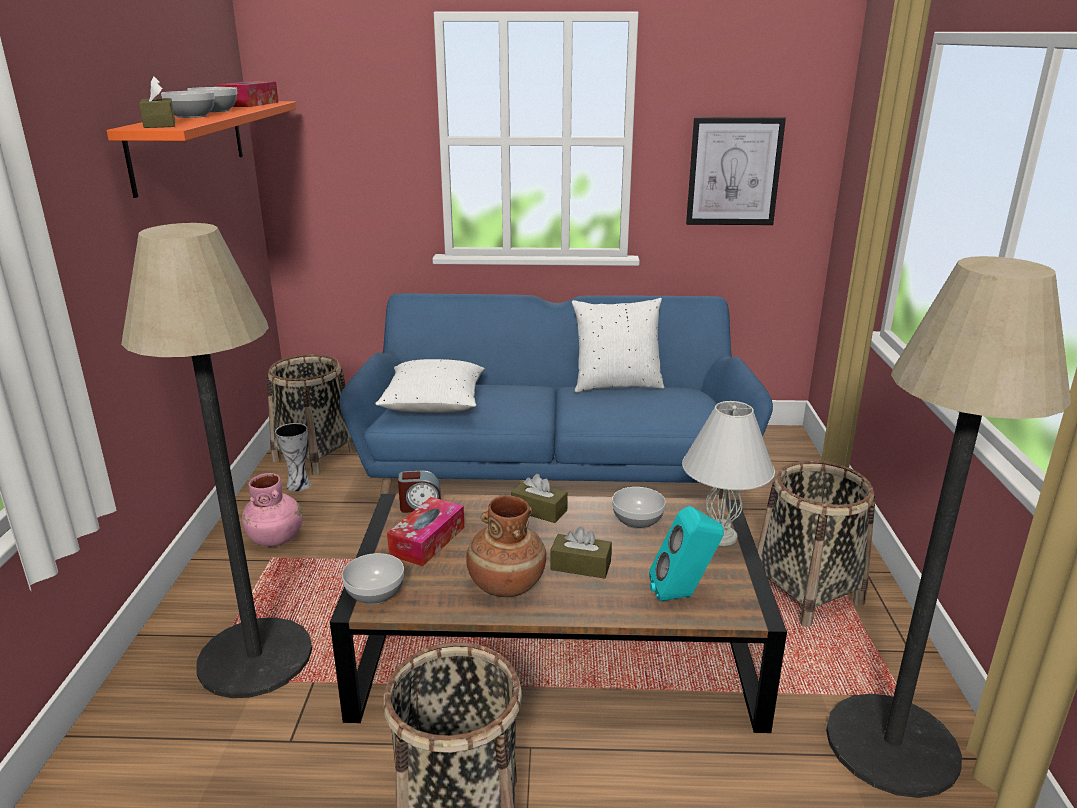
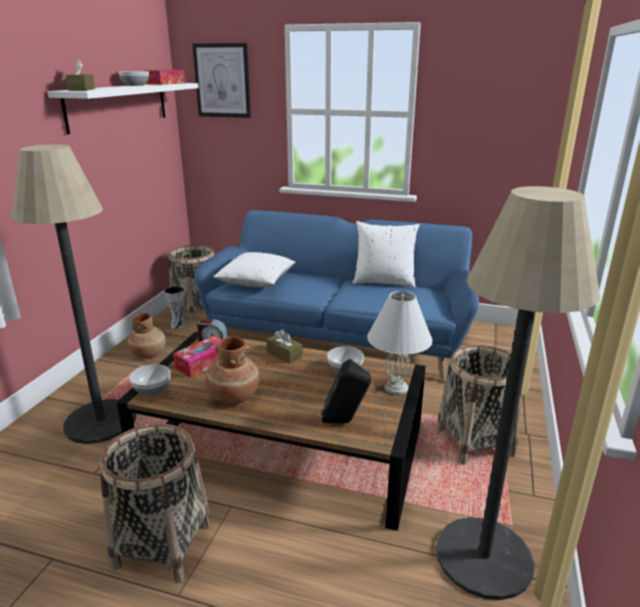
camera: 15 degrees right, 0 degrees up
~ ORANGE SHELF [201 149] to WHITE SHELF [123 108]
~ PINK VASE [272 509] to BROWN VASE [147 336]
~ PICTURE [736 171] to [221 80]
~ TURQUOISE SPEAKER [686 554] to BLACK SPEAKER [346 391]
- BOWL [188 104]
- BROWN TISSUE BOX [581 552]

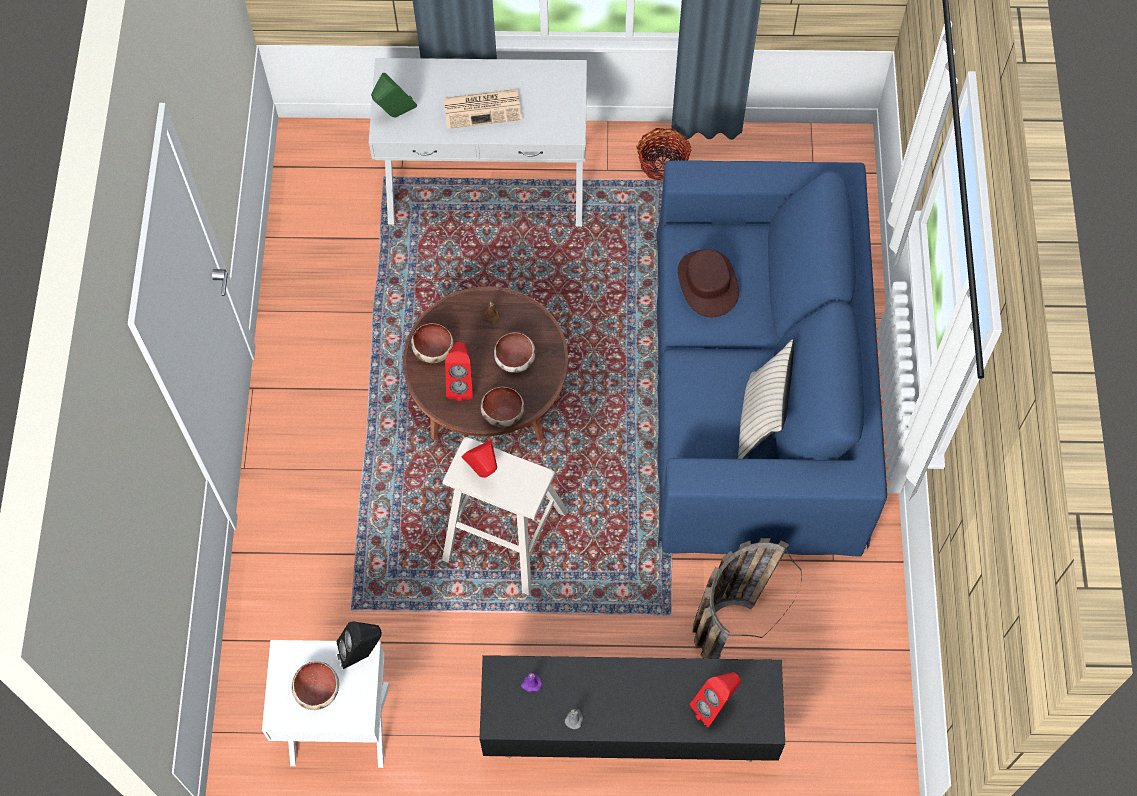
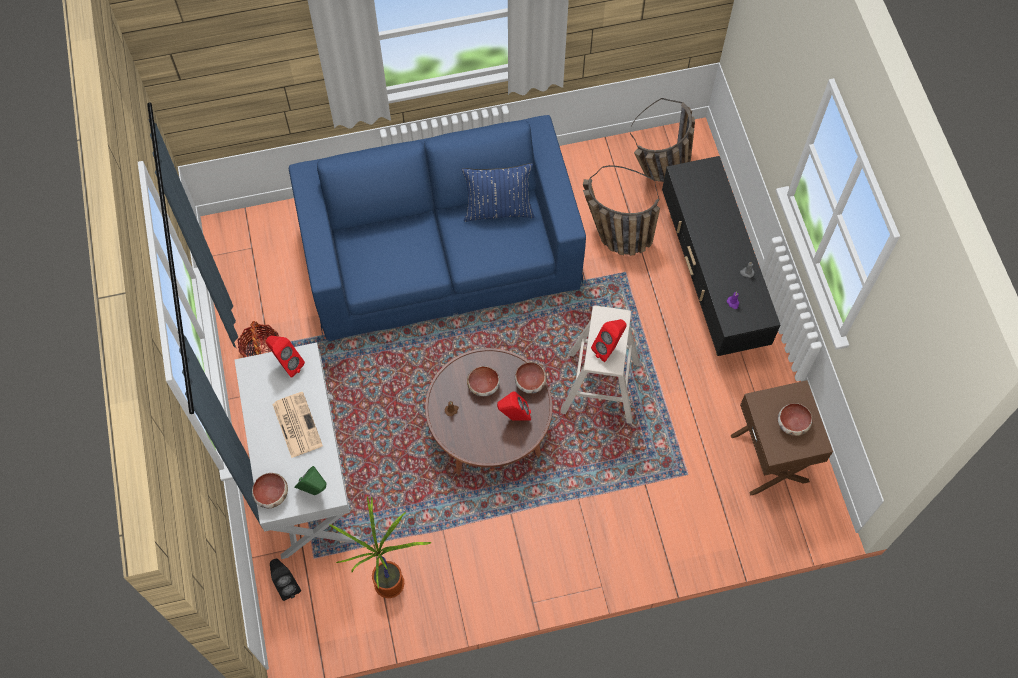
camera: 105 degrees left, 0 degrees up
~ BOWL [432 343] to [270 490]
~ RED SPEAKER [715 699] to [285 356]
~ BLACK SPEAKER [359 645] to [285 579]
+ POTTED PLANT [380 547]
~ BEIGE PILLOW [766 399] to BLUE PILLOW [497 192]
+ BASKET [662 140]
~ WHITE NIGHTSTAND [325 704] to BROWN NIGHTSTAND [782 438]
- BROWN HAT [708 283]

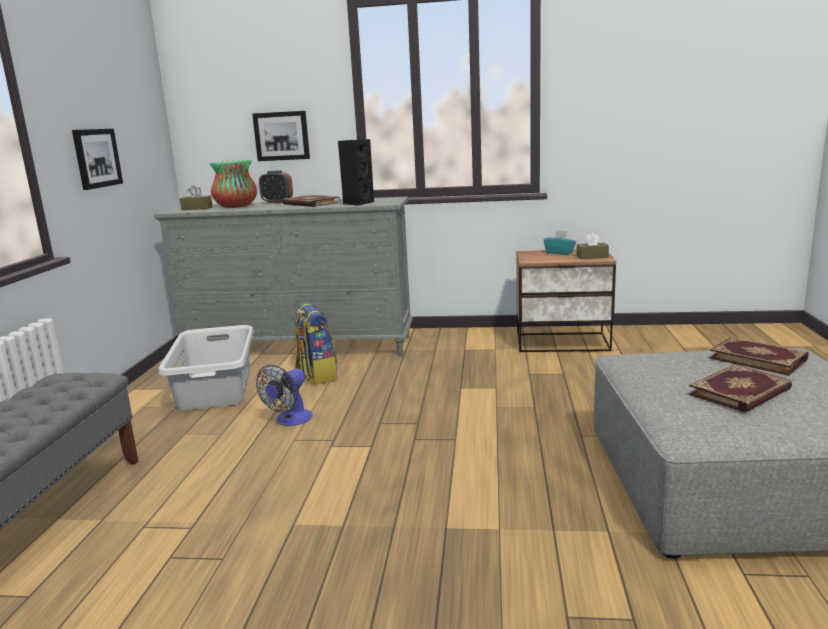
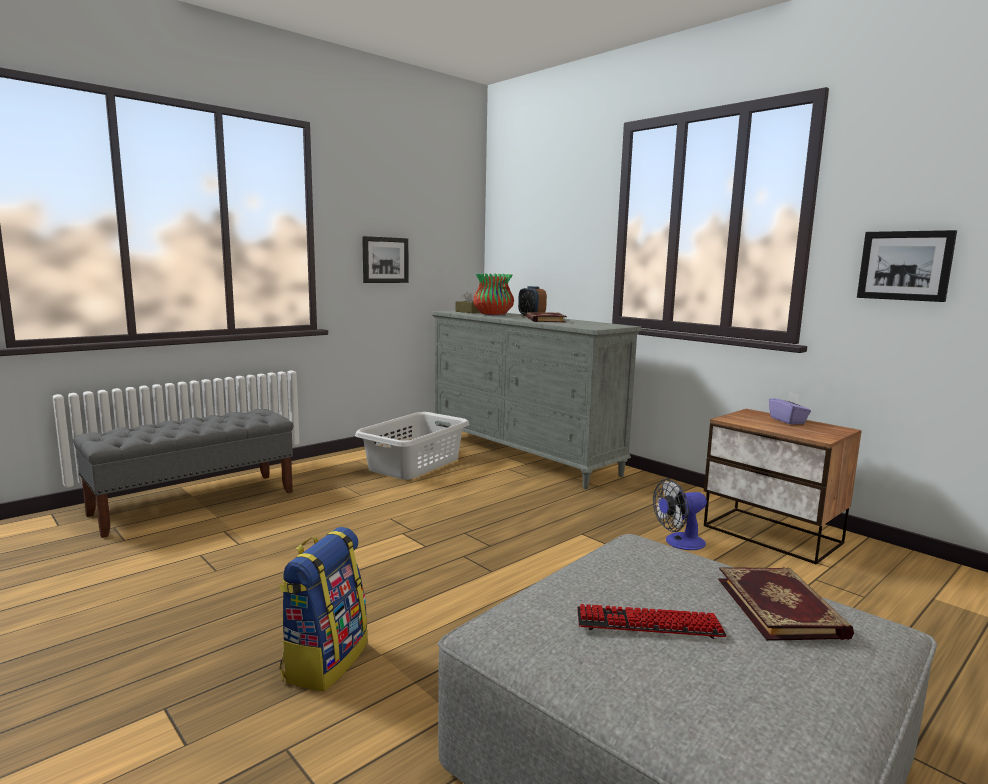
camera: 40 degrees right, 5 degrees down
~ BACKPACK [316 343] to [323 609]
~ BOOK [740 388] to KEYBOARD [652 621]
~ FAN [284 395] to [680 514]
~ TURQUOISE TISSUE BOX [560 242] to PURPLE TISSUE BOX [790 408]
~ PICTURE [281 136] to [907 266]
- BLACK SPEAKER [356 172]
- BROWN TISSUE BOX [592 246]

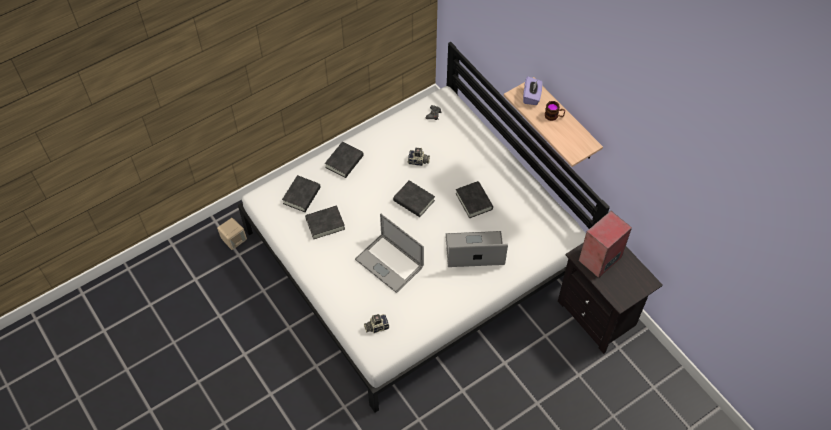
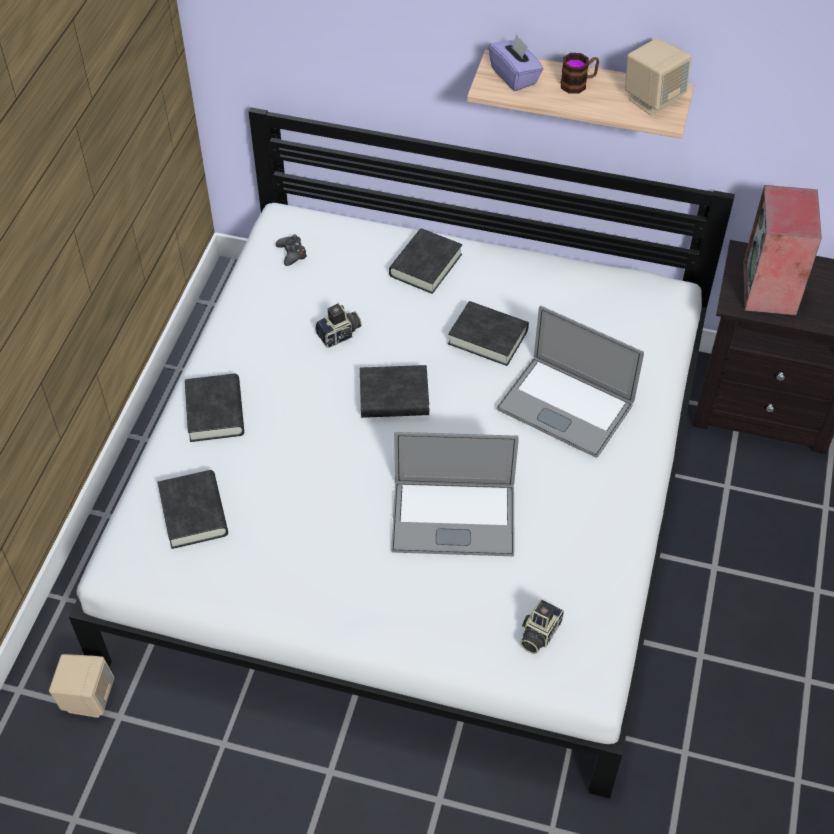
camera: 40 degrees left, 5 degrees down
~ BLACK BOOK [325 222] to [425 261]
~ LAPTOP [476 249] = [570 382] 105 degrees counterclockwise
+ BEIGE SPEAKER [658 77]

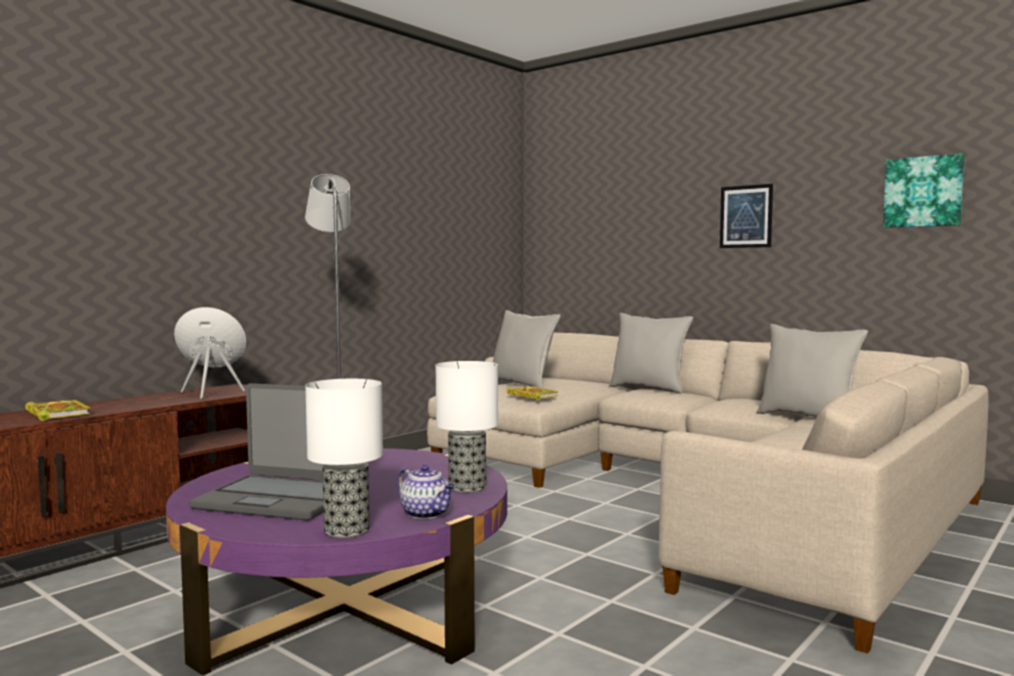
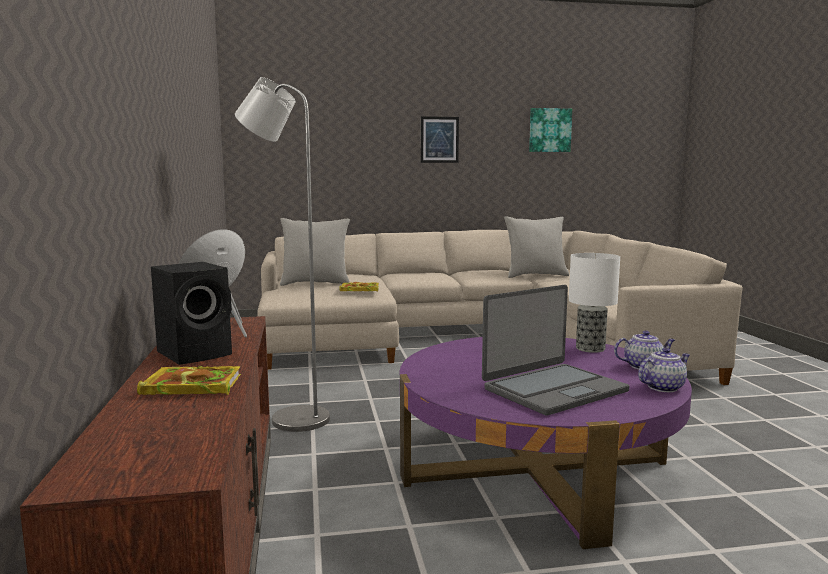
camera: 50 degrees left, 5 degrees up
+ BLACK SPEAKER [191 313]
~ TABLE LAMP [344 458] to TEAPOT [664 370]
- GREY PILLOW [651 353]

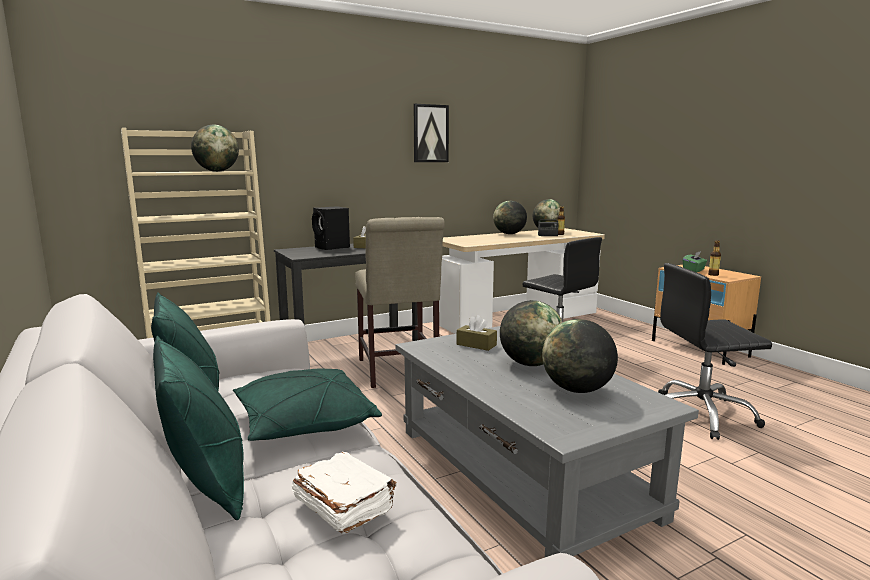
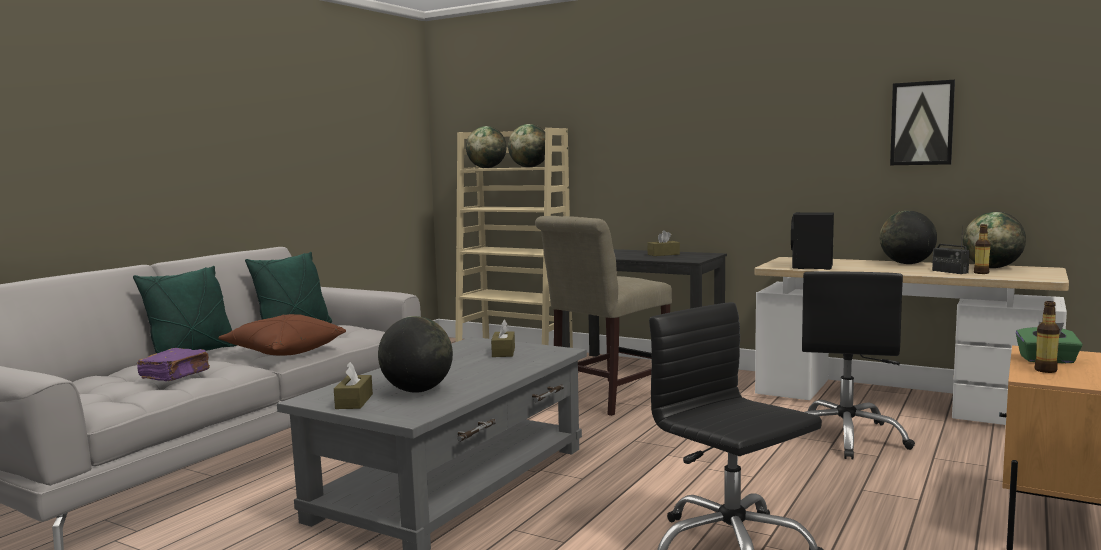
camera: 60 degrees right, 5 degrees down
~ WHITE BOOK [344 493] to PURPLE BOOK [173 364]
~ GREEN PILLOW [307 405] to BROWN PILLOW [282 335]
+ BROWN TISSUE BOX [353 385]
~ GLOBE [531 333] to [486 147]
~ BLACK SPEAKER [331 228] to [812 241]
~ PICTURE [431 133] to [922 122]

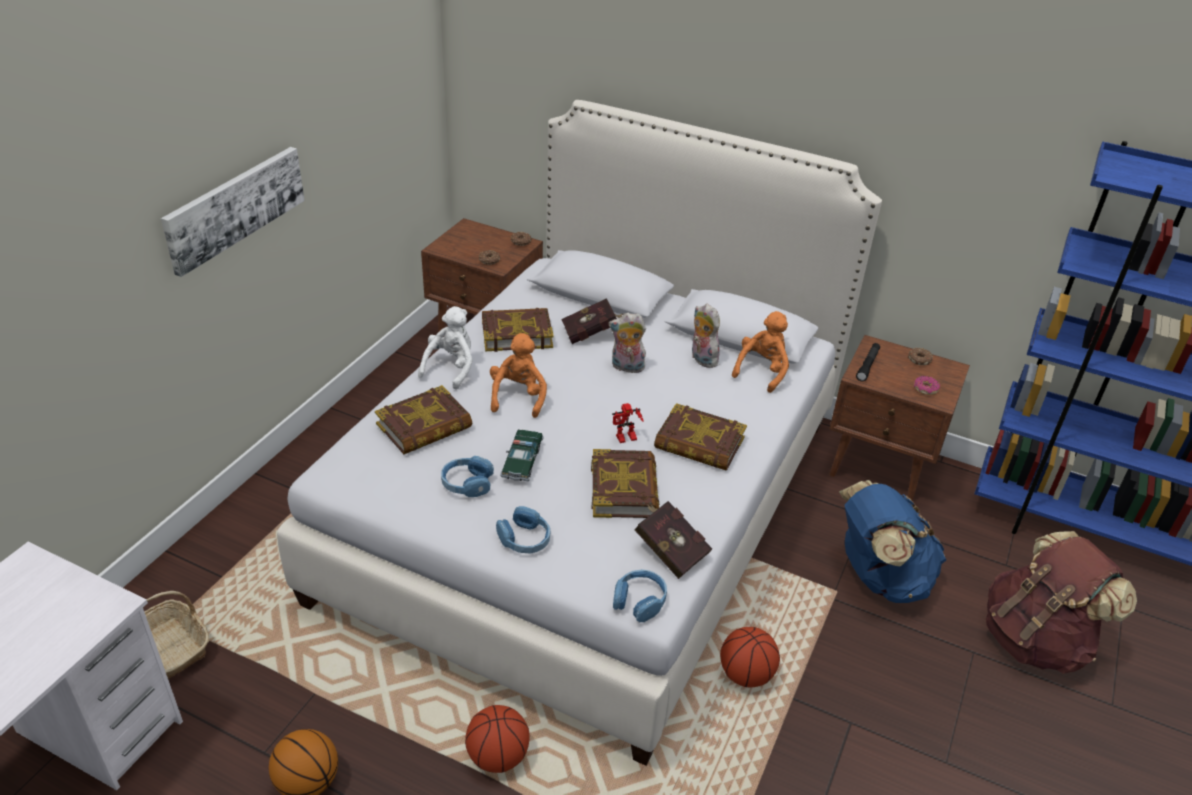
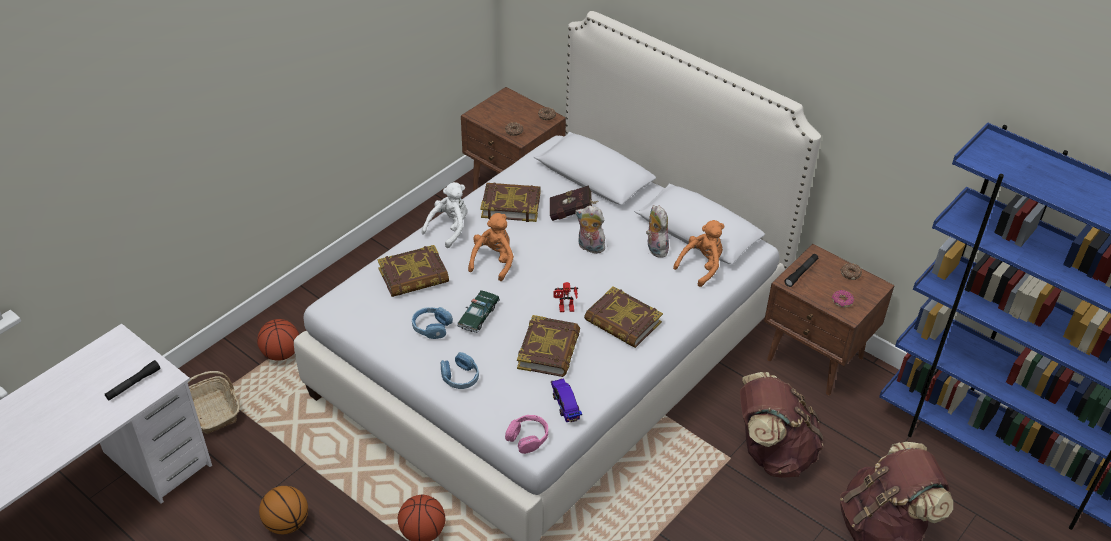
camera: 15 degrees right, 5 degrees up
+ BLACK FLASHLIGHT [133 380]
~ BASKETBALL [750 657] to [278 340]
~ BLUE HEADPHONES [640 596] to PINK HEADPHONES [526 434]
~ RED BOOK [673 540] to TOY CAR [566 400]
~ BLUE BACKPACK [892 541] to BROWN BACKPACK [782 425]
- PICTURE [233 212]

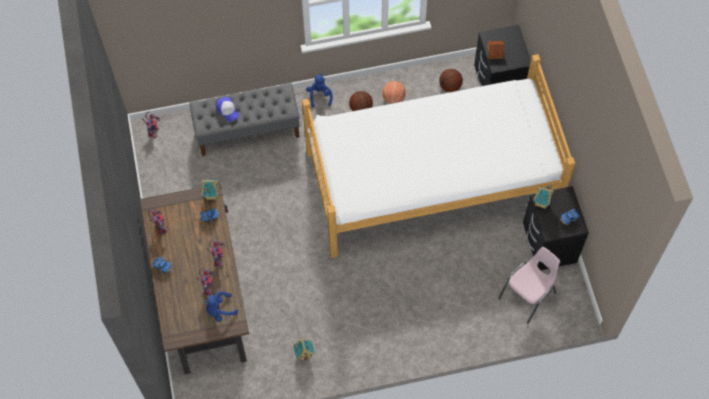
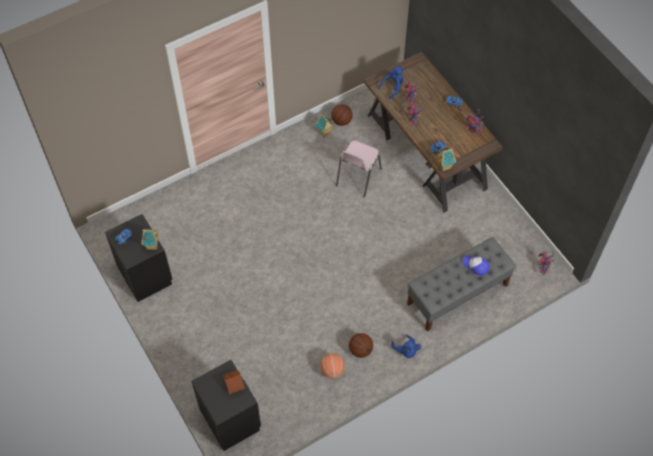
camera: 160 degrees right, 5 degrees down
~ BASKETBALL [451 80] to [342 115]
~ PINK CHAIR [529 285] to [359 168]
- BED [439 156]

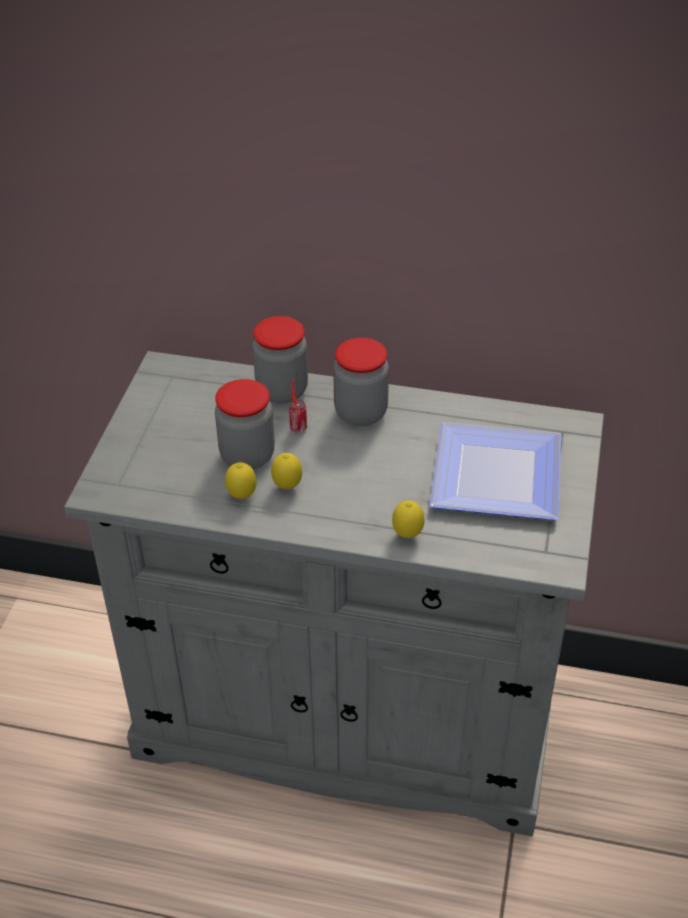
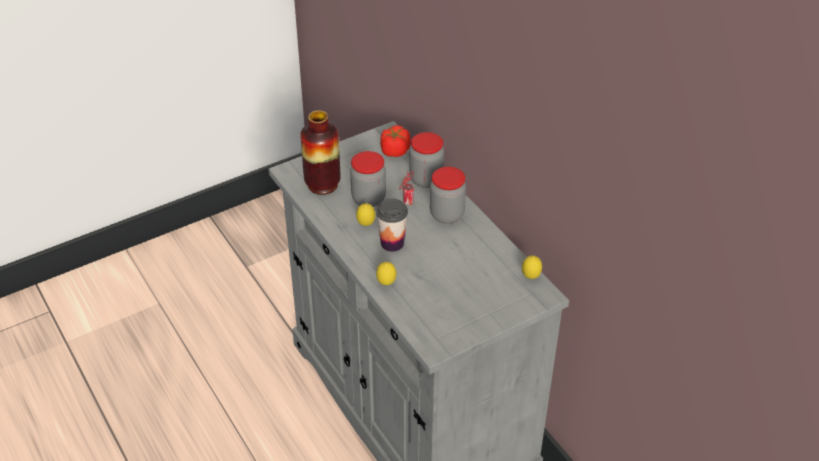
camera: 45 degrees right, 0 degrees up
+ VASE [320 152]
+ CUP [392 225]
+ TOMATO [395 141]
~ LEMON [240 480] to [532 267]
- PLATE [495 471]

